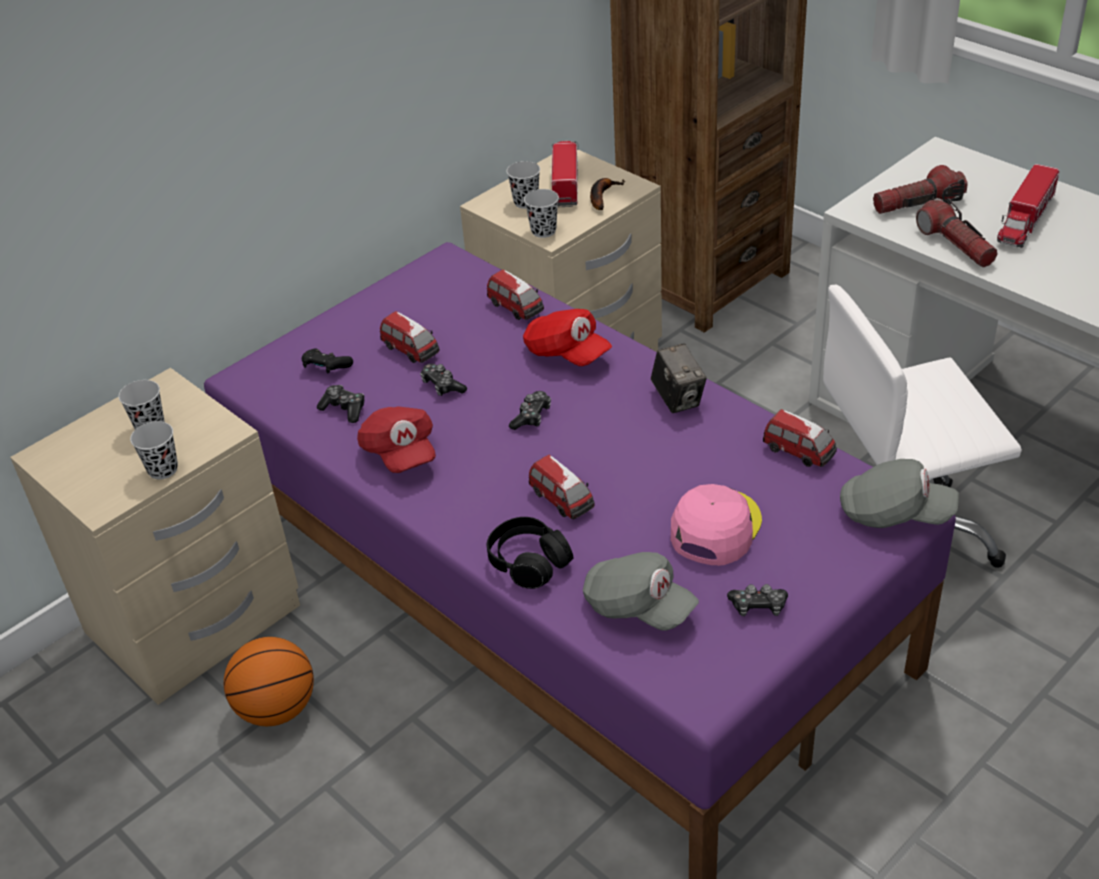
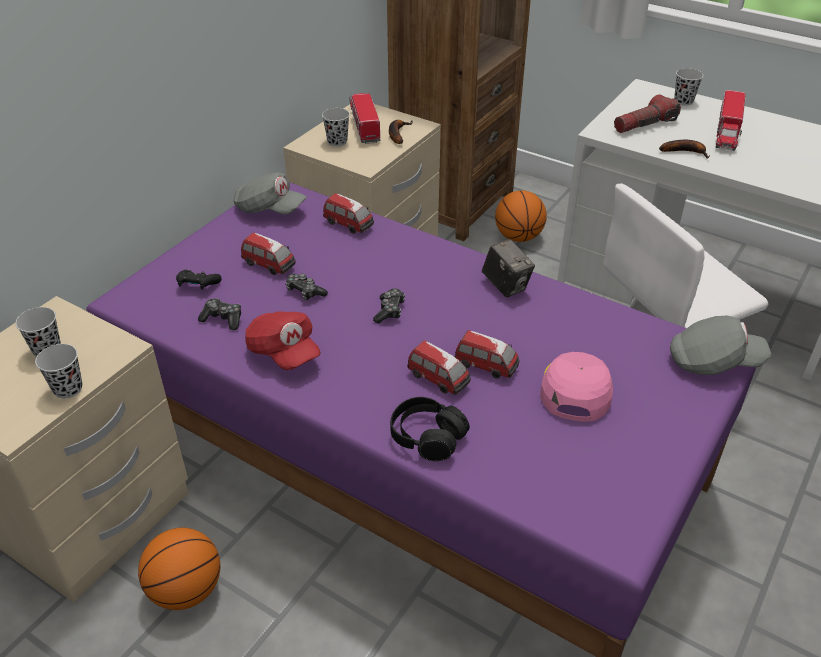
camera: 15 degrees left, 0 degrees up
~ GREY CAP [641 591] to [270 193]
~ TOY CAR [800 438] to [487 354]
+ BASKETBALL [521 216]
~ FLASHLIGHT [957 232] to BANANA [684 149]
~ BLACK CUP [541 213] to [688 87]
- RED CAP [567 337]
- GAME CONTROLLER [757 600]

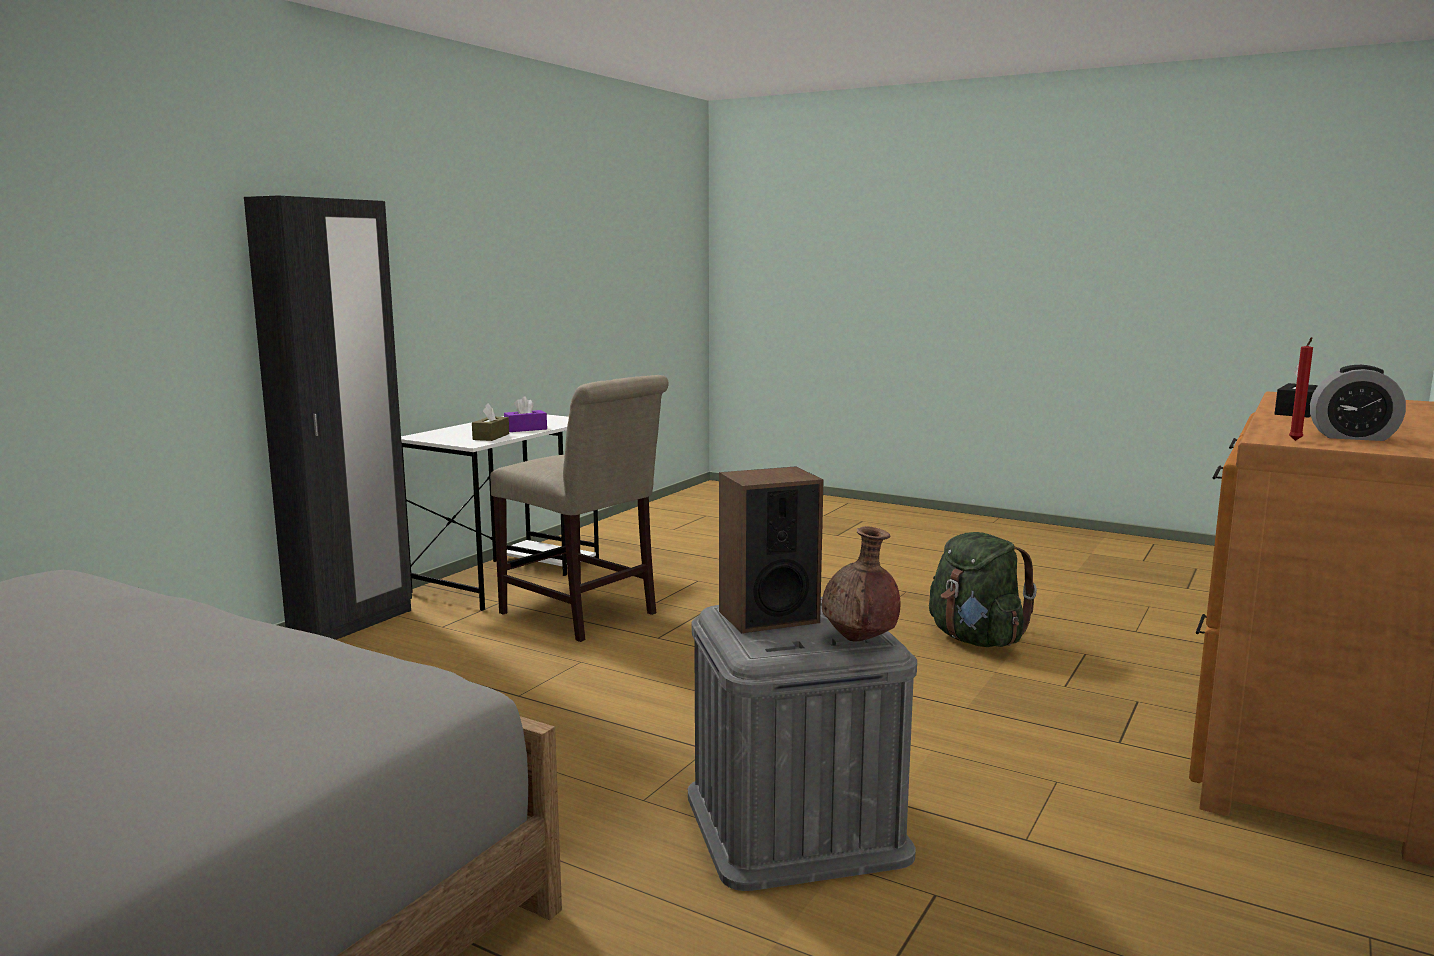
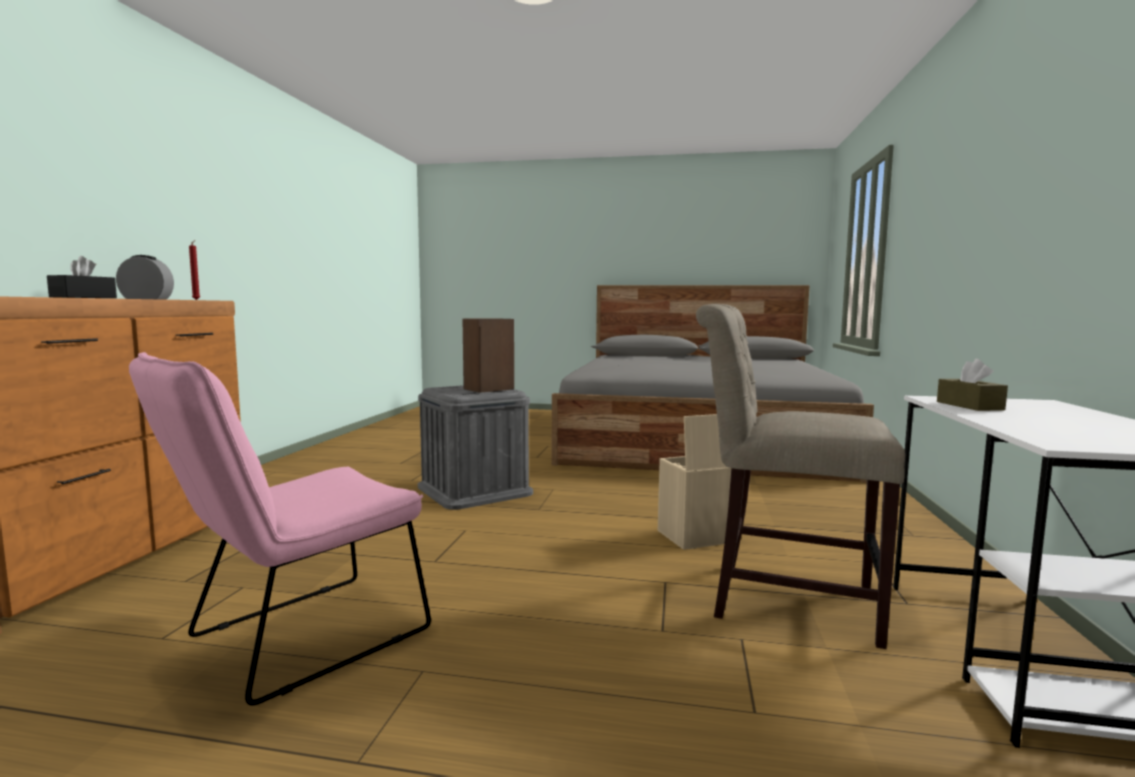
camera: 160 degrees right, 5 degrees down
~ GREEN BACKPACK [983 589] to PINK CHAIR [280 529]
+ BEIGE STORAGE BOX [694 482]
- BLACK WARDROBE [328 418]
- PURPLE TISSUE BOX [525 414]
- BROWN VASE [861 584]

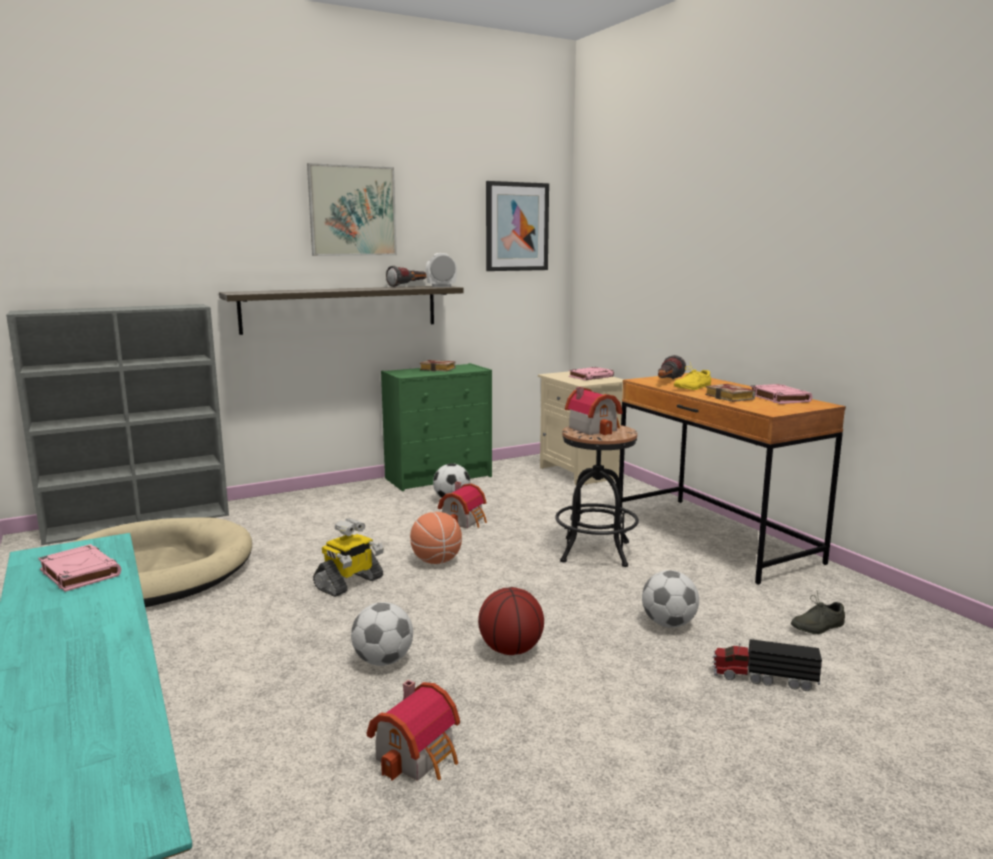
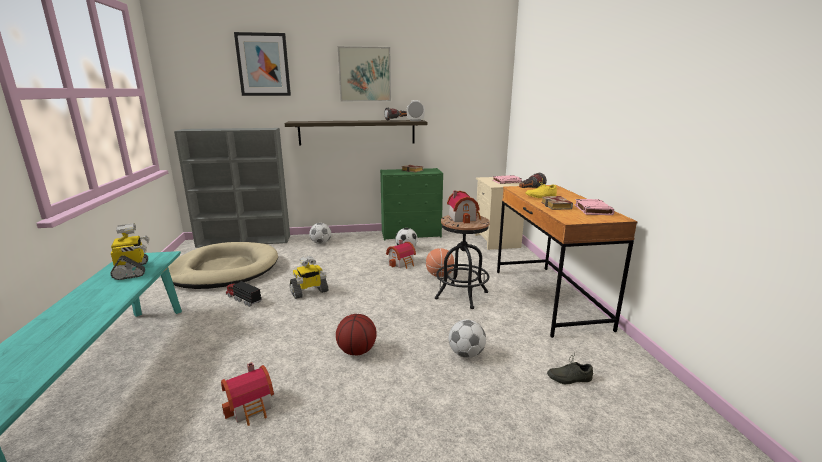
camera: 20 degrees right, 5 degrees up
~ PINK BOOK [79 568] to TOY ROBOT [130 251]
~ TOY TRUCK [767 665] to [244 294]
~ PICTURE [517 226] to [262 64]
~ FOOTBALL [382 634] to [320 233]
~ BASKETBALL [436 538] to [440 262]

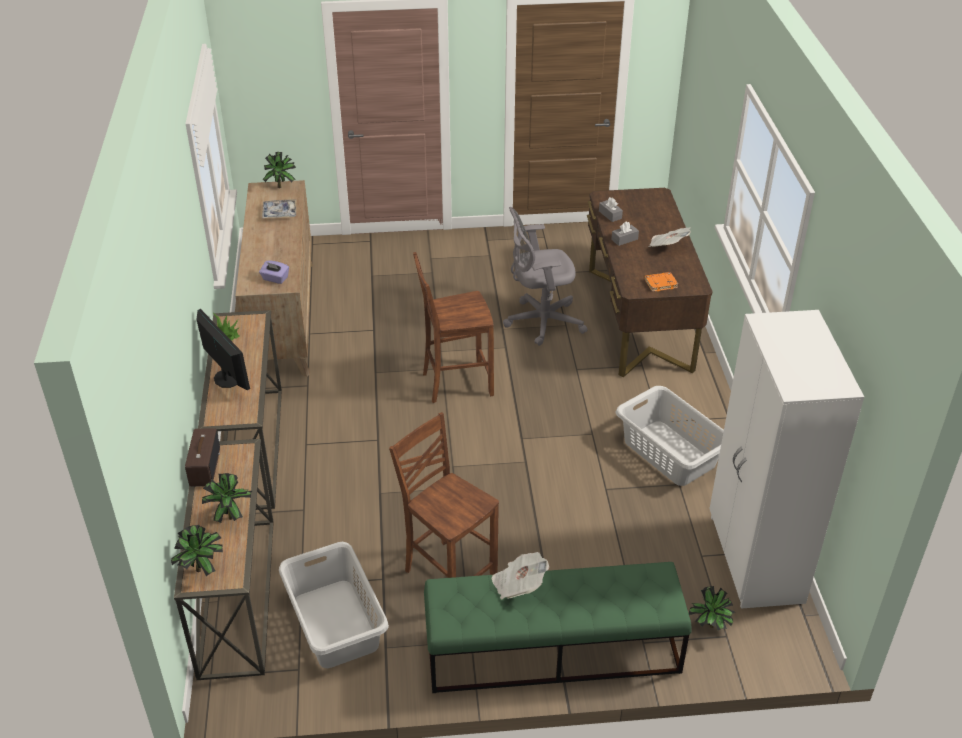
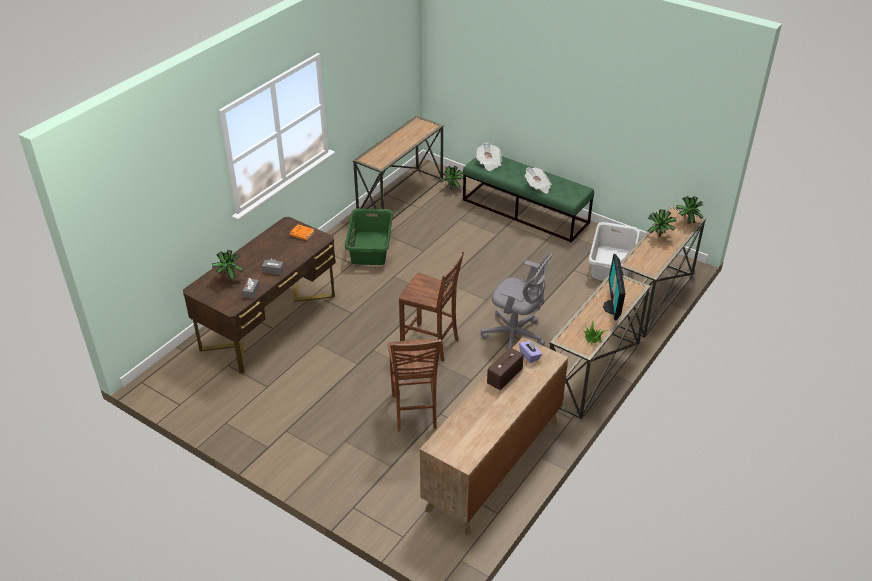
camera: 140 degrees left, 0 degrees up
~ POTTED PLANT [279 170] to [227 265]
~ GREY LAUNDRY BASKET [670 436] to GREEN LAUNDRY BASKET [369 236]
~ WHITE WARDROBE [786 459] to CONSOLE TABLE [398 168]
~ BROWN CHAIR [444 495] to [414 385]
~ NEWSPAPER [670 237] to [489 157]
~ GREY OFFICE CHAIR [545 276] to [517 301]
~ RADIO [202 457] to [505 369]
- TRAY [279 209]

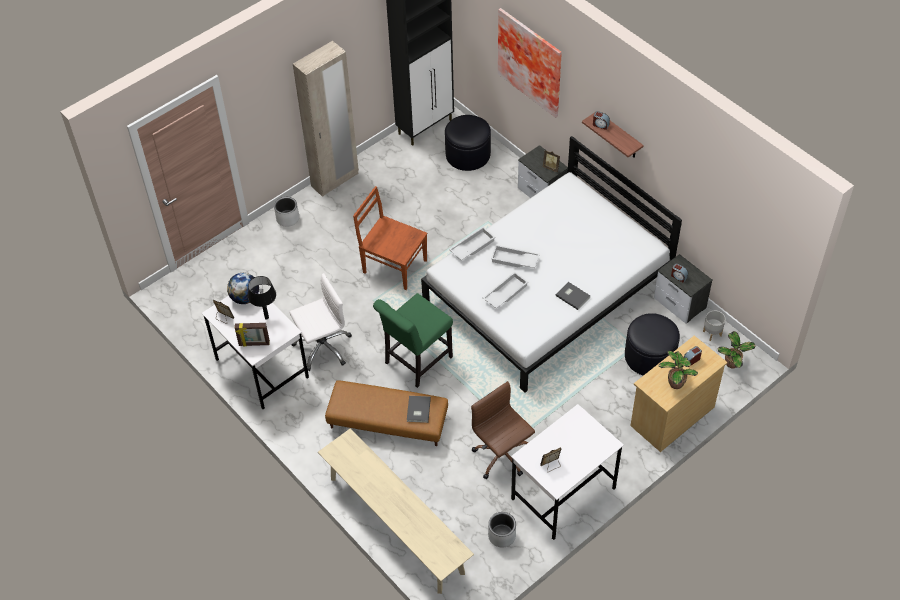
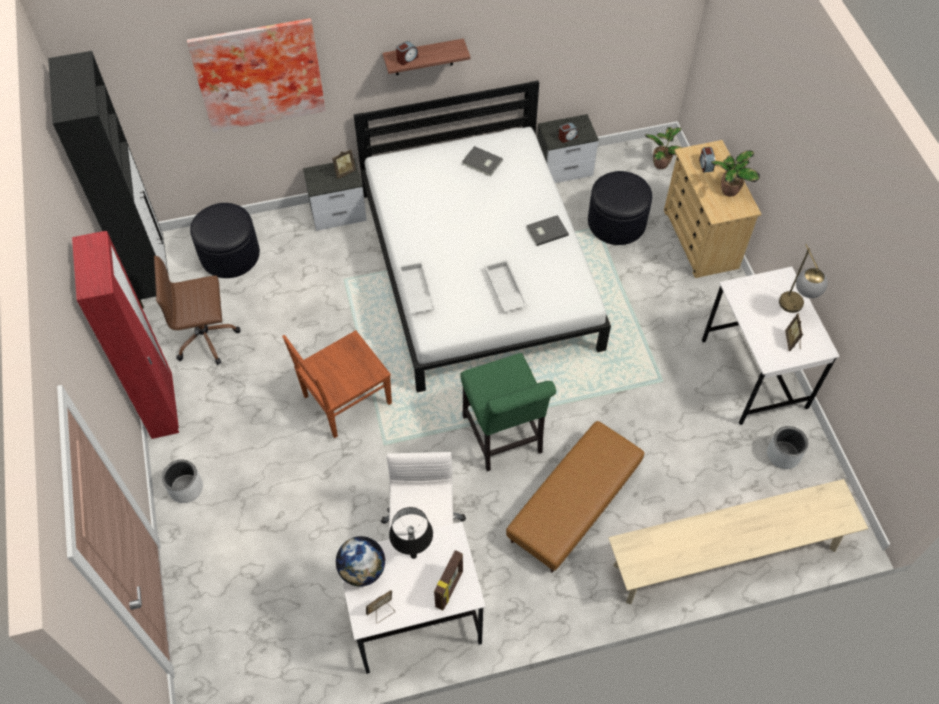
camera: 65 degrees left, 5 degrees up
~ BEIGE WARDROBE [326 119] to RED WARDROBE [125 335]
~ BROWN OFFICE CHAIR [503 430] to [197 310]
~ GREY BOOK [419 409] to [482 161]
+ TABLE LAMP [803 278]
- WHITE TRAY [515 256]
- GREY PLANTER [714 326]

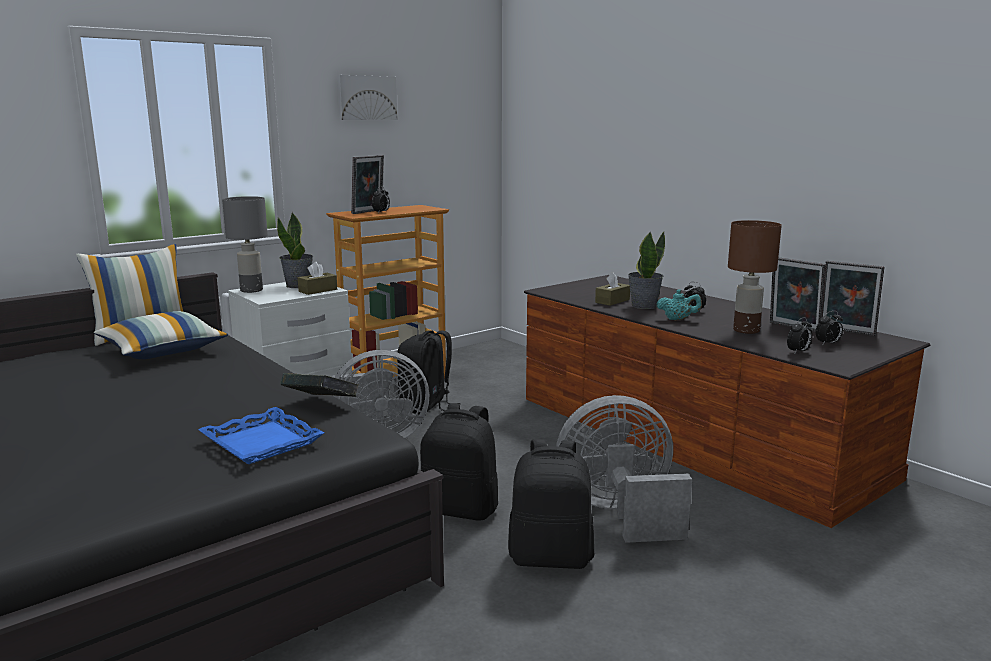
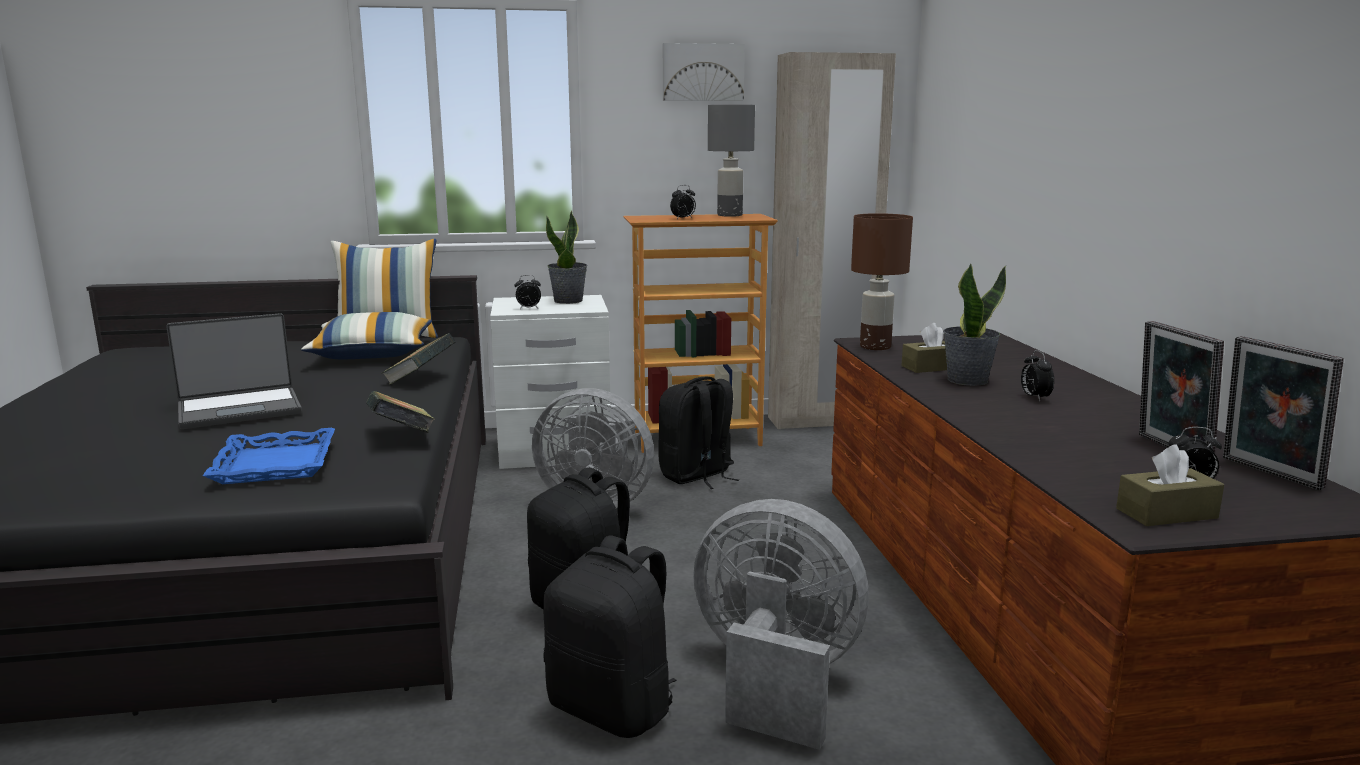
camera: 30 degrees right, 0 degrees up
+ LAPTOP [234 371]
+ BOOK [418 359]
~ ALARM CLOCK [799 335] to [527 292]
~ GREY TABLE LAMP [245 244] to [731 160]
+ BEIGE WARDROBE [832 240]
~ BROWN TABLE LAMP [755 277] to [882 281]
~ BROWN TISSUE BOX [317 278] to [1170 485]
- PICTURE FRAME [367 184]
- TURQUOISE TEAPOT [679 304]

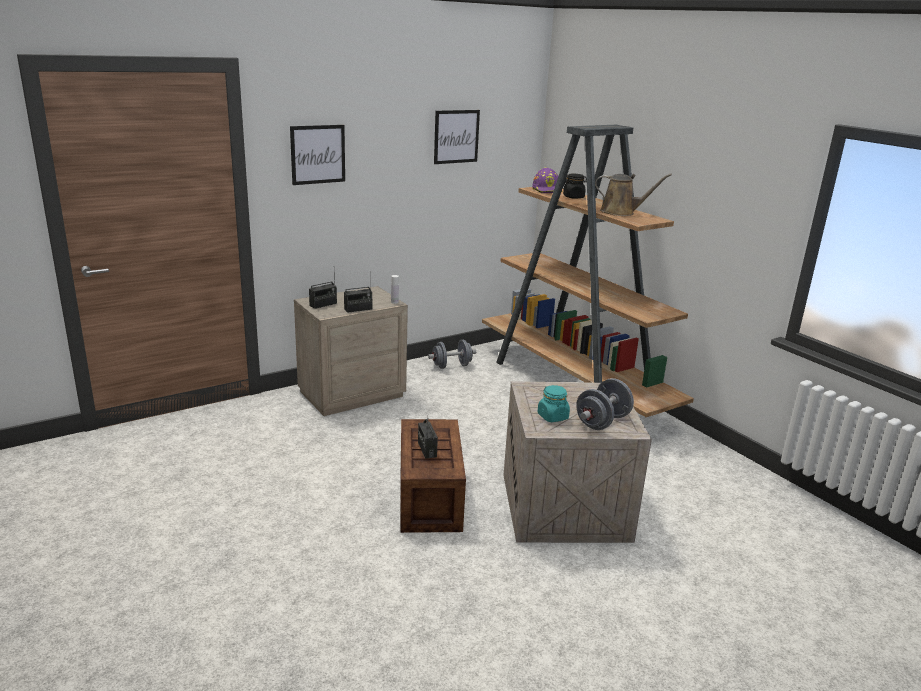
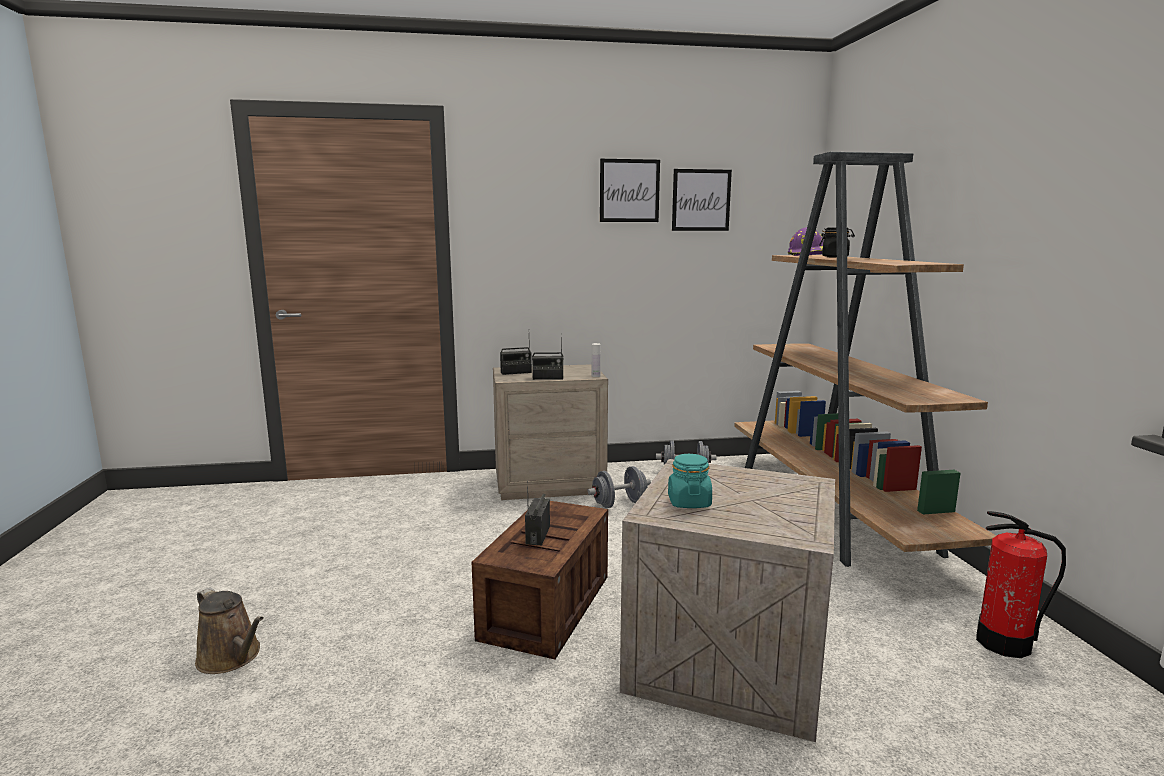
camera: 25 degrees right, 10 degrees down
~ BROWN WATERING CAN [633 195] to [229 630]
~ GREY DUMBBELL [605 404] to [619 487]
~ PICTURE [317 155] to [630 190]
+ FIRE EXTINGUISHER [1021 584]

